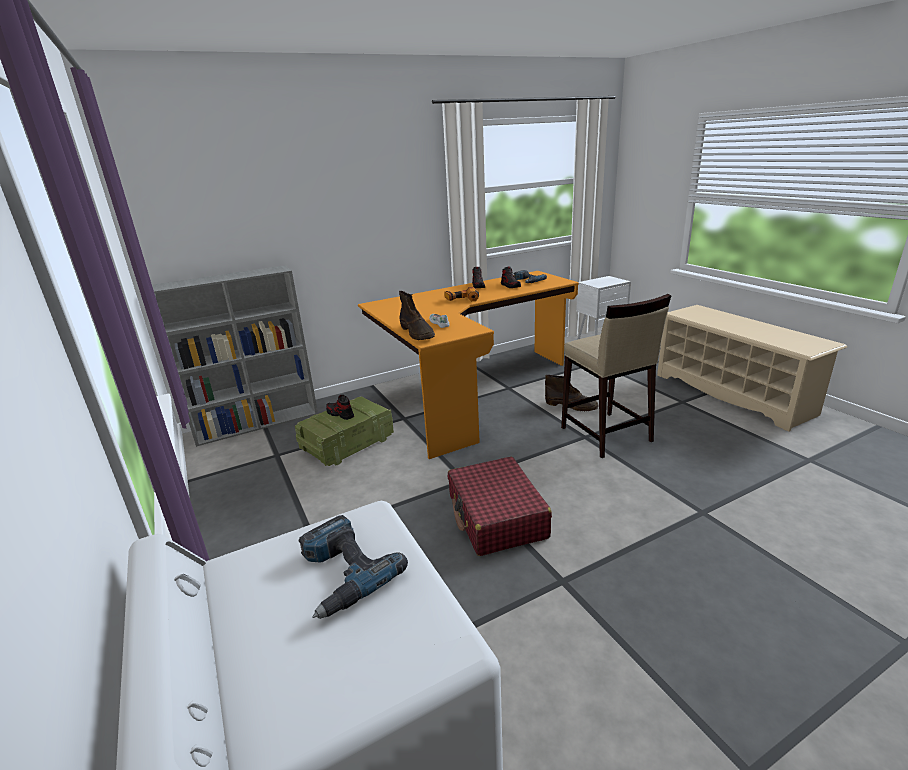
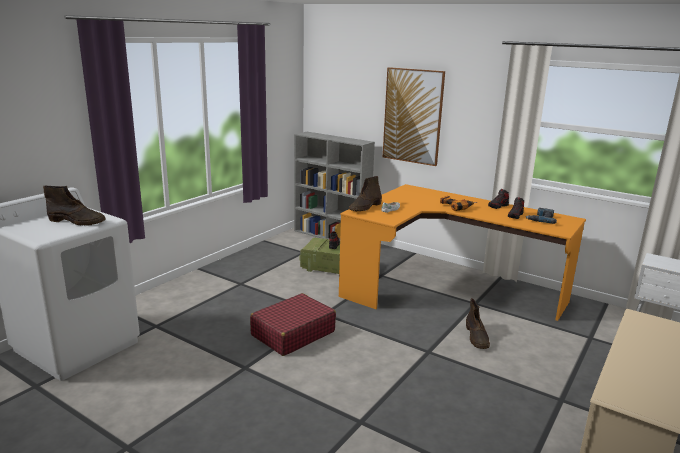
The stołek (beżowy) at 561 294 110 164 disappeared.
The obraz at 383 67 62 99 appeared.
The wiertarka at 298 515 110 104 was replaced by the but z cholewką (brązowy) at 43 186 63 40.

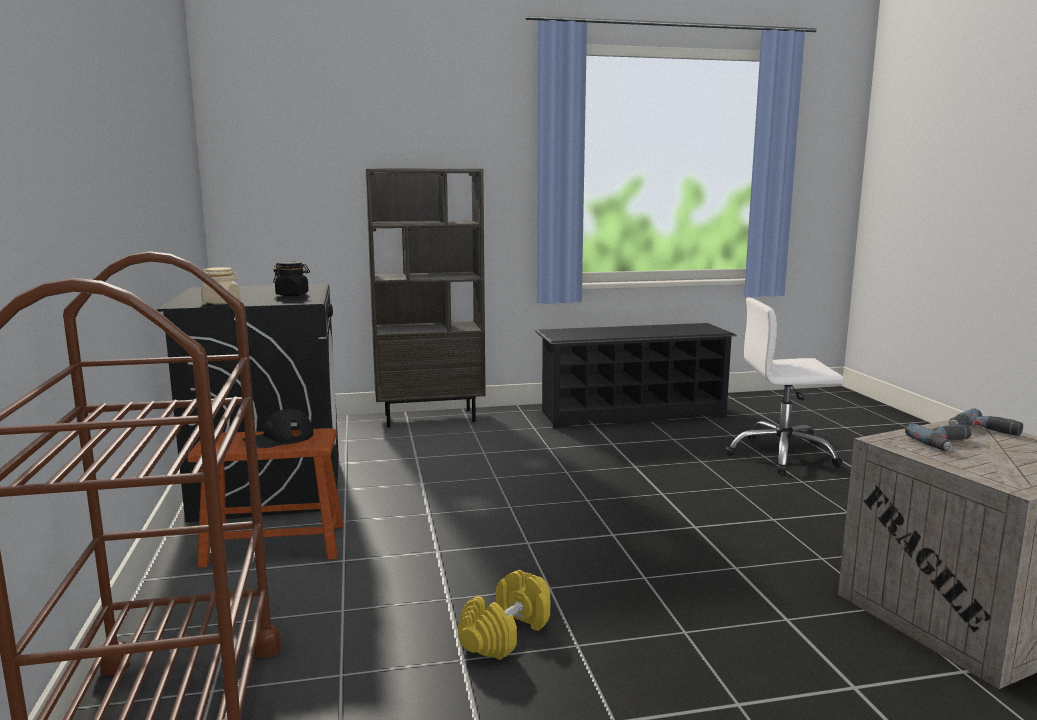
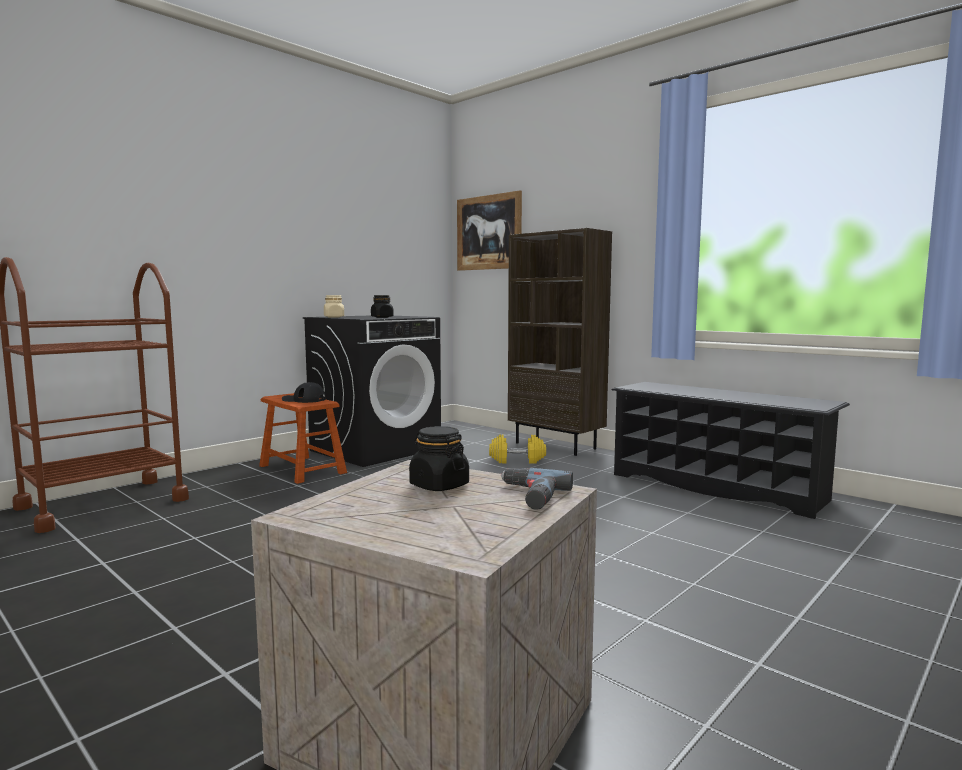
The krzesło biurowe (biały) at 725 298 119 176 disappeared.
The obraz at 457 190 65 81 appeared.
The hantel (żółty) moved from 458 570 92 90 to 489 435 57 29.
The wiertarka at 905 423 67 28 was replaced by the słoik (czarny) at 409 426 60 65.

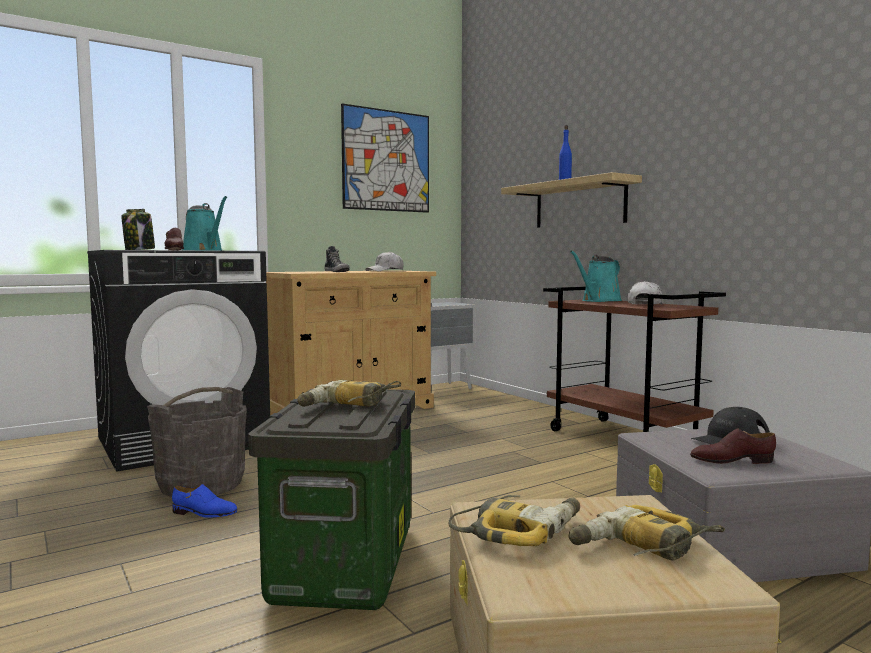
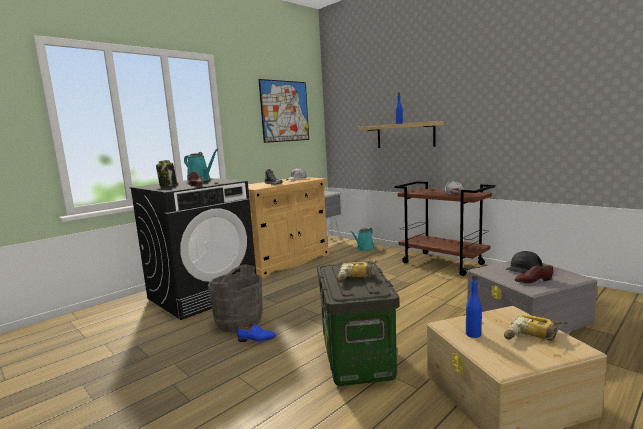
The konewka (turkusowy) moved from 570 250 52 52 to 351 228 24 23.
The wiertarka at 449 495 131 51 was replaced by the butelka (niebieski) at 466 275 16 63.

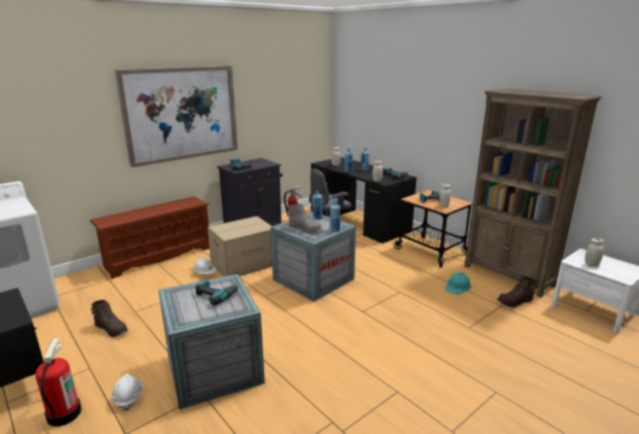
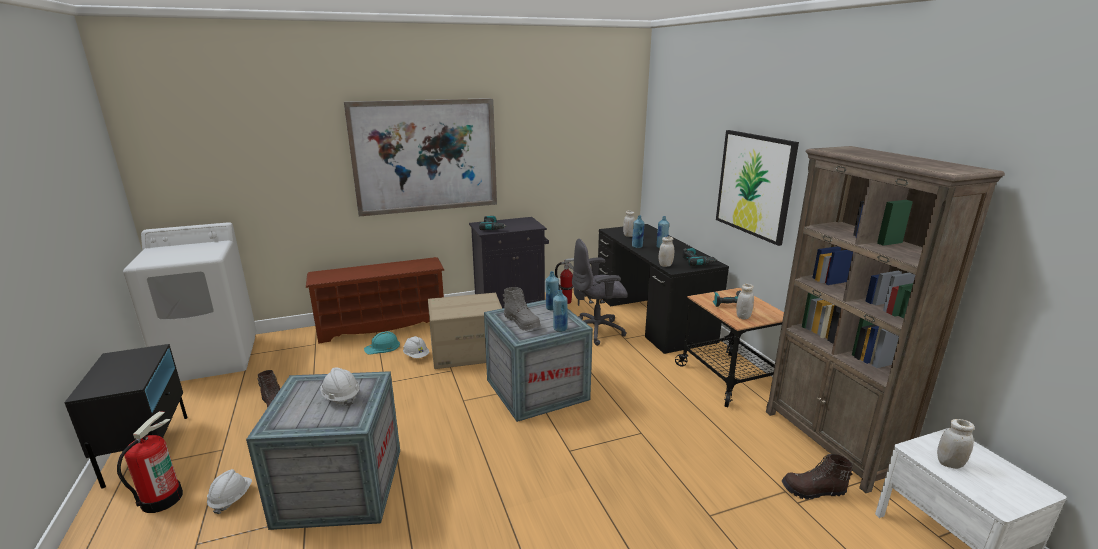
The obraz at 716 130 83 116 appeared.
The kask (turkusowy) moved from 445 272 26 23 to 364 331 36 24.
The wiertarka at 196 280 43 26 was replaced by the kask (biały) at 320 367 40 39.

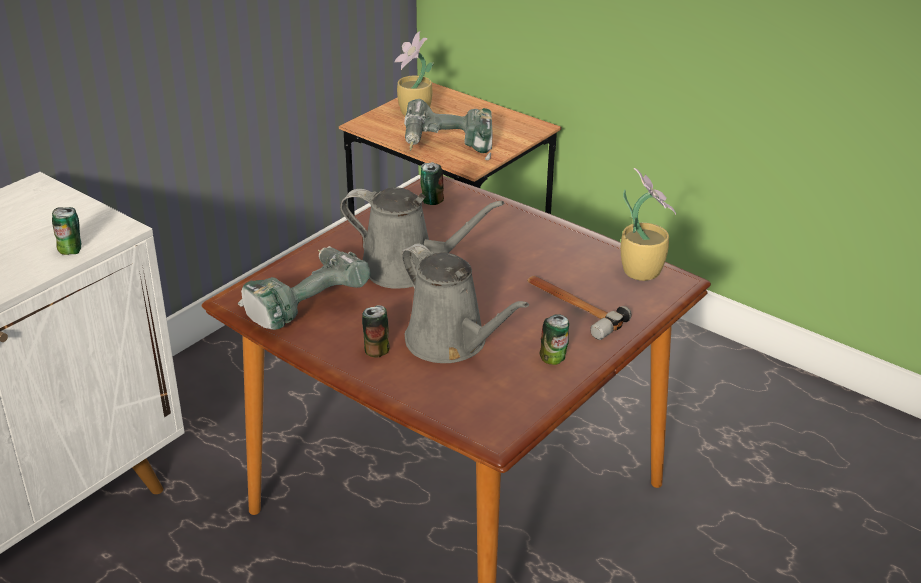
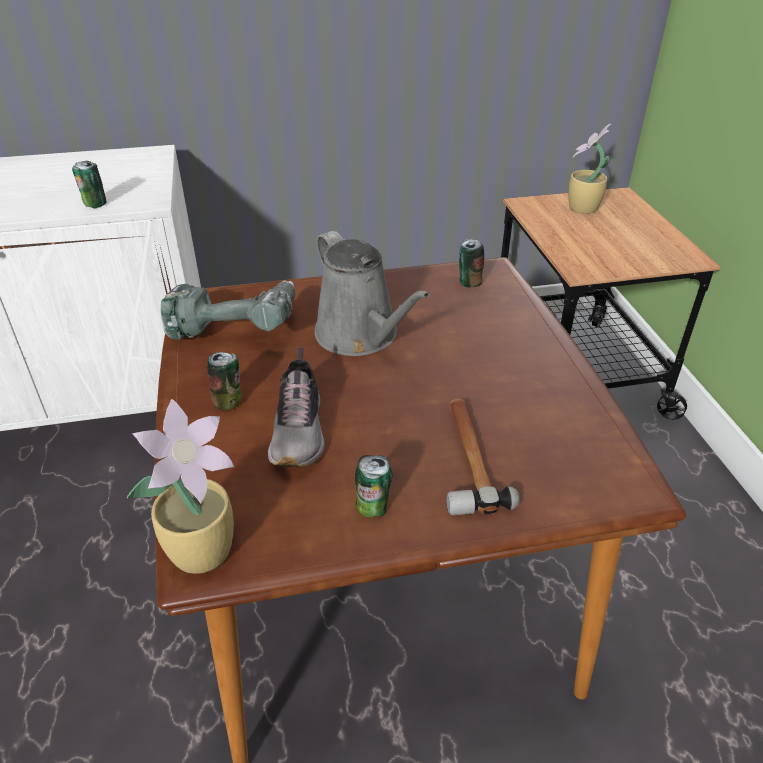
The wiertarka at 404 99 88 61 disappeared.
The roślina doniczkowa moved from 621 168 55 113 to 127 399 107 175.
The konewka (szary) at 401 243 128 120 was replaced by the but at 268 348 56 119.

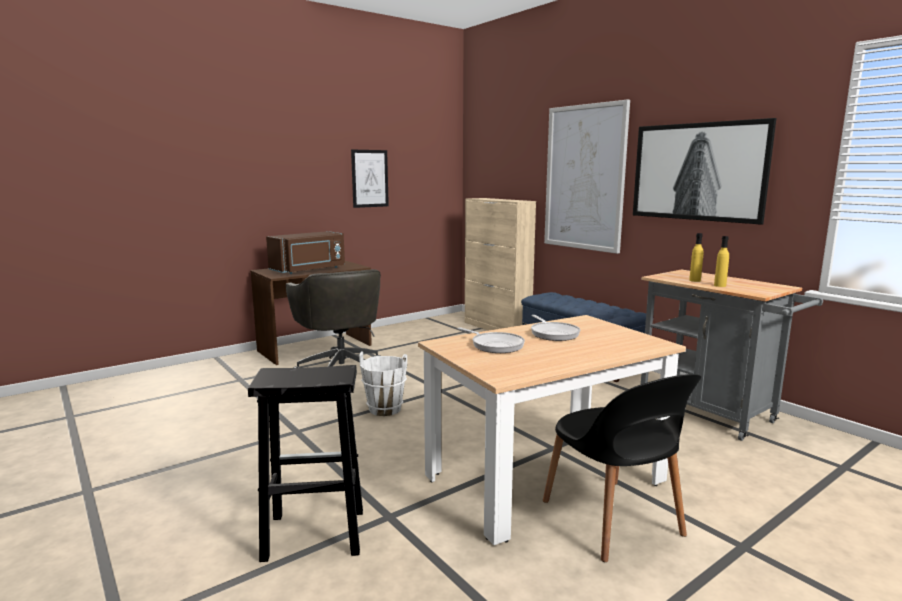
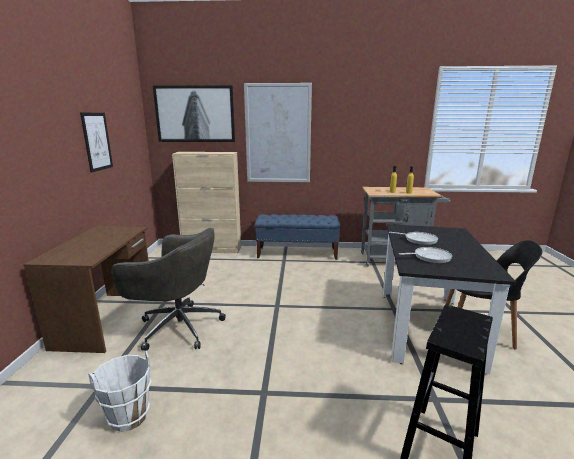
The mikrofalówka (brązowy) at 266 231 79 43 disappeared.
The wiadro (biały) moved from 359 352 48 64 to 88 351 63 81.
The obraz moved from 633 118 144 107 to 153 85 82 57.
The stół jadalny (beżowy) at 418 315 268 230 became the stół jadalny (czarny) at 383 224 133 150.

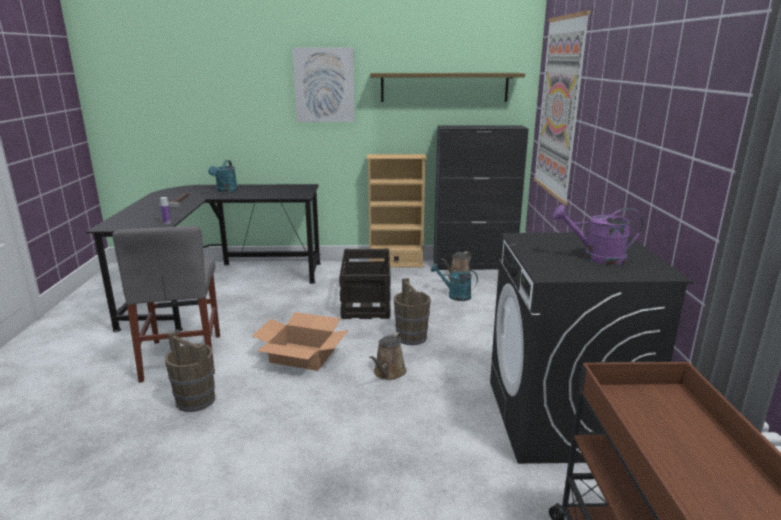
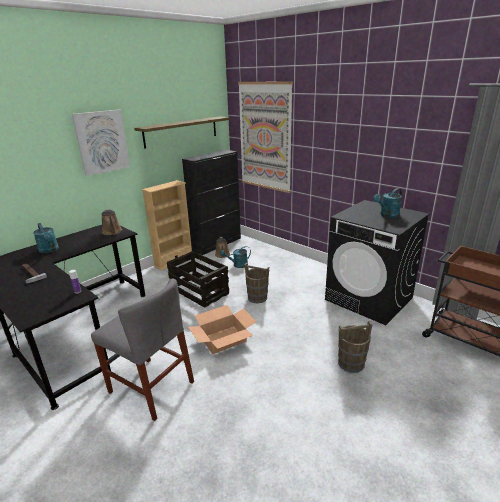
The wiadro (brązowy) moved from 165 331 50 81 to 338 321 35 52.
The konewka (brązowy) moved from 369 332 38 48 to 102 209 20 26.
The konewka (fioletowy) at 552 205 91 60 became the konewka (turkusowy) at 373 188 29 30.

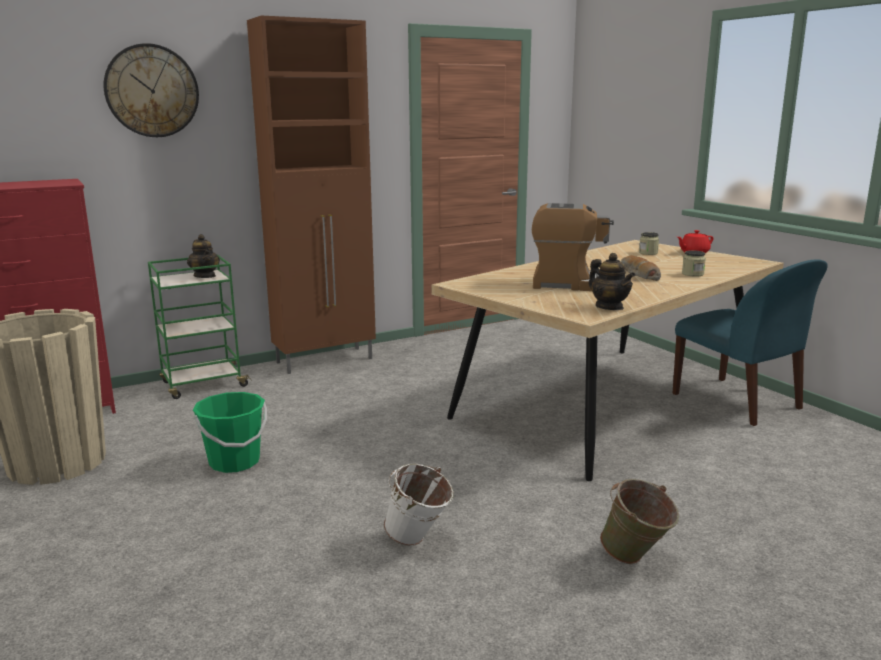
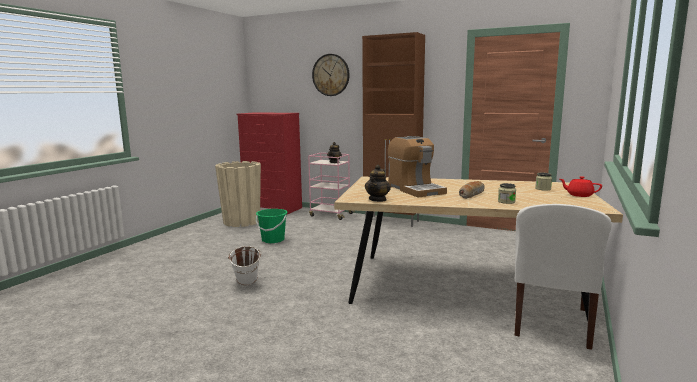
The wiadro (zielony) at 600 478 79 86 disappeared.
The wózek (zielony) at 148 255 104 144 became the wózek (różowy) at 308 153 47 67.
The krzesło (niebieski) at 672 259 156 167 became the krzesło (biały) at 515 204 97 146.

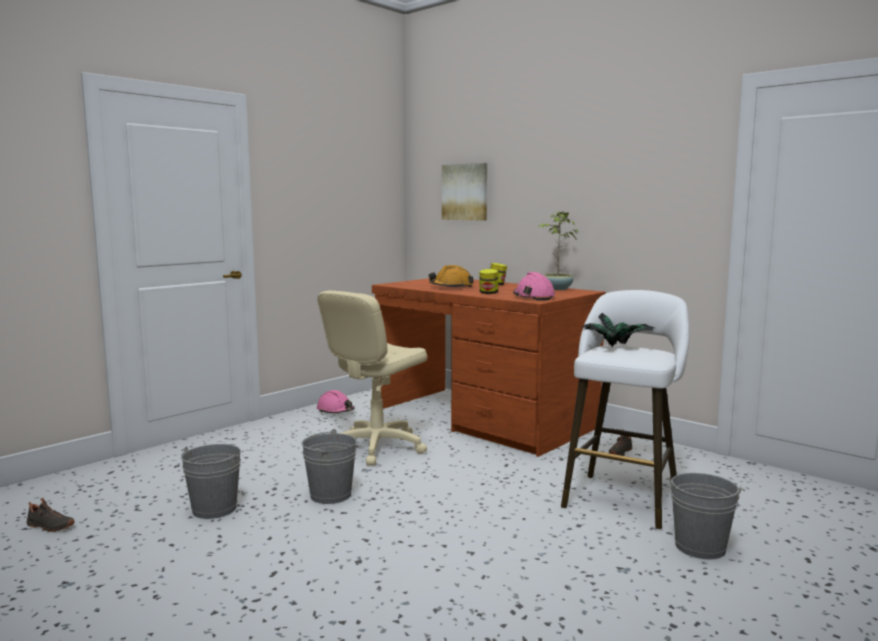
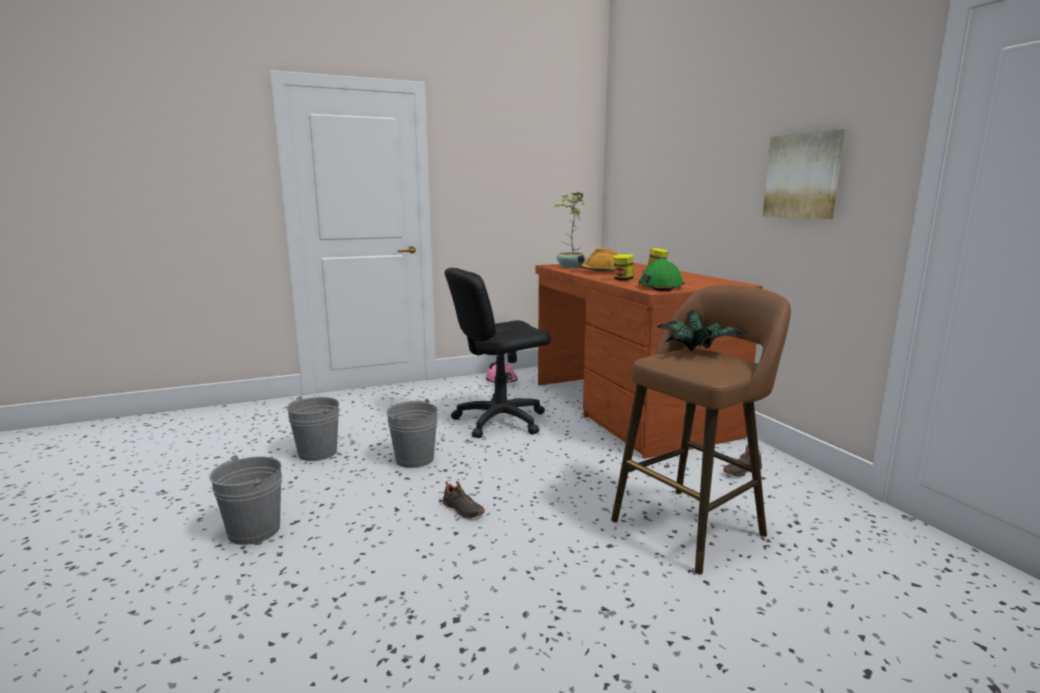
The but (czarny) moved from 26 497 49 35 to 443 481 42 37.
The obraz moved from 442 163 45 57 to 763 129 82 90.
The roślina doniczkowa moved from 538 211 40 79 to 553 192 33 76.
The wiadro (szary) moved from 666 473 79 86 to 209 455 73 90.
The krzesło biurowe (beżowy) at 317 291 110 175 became the krzesło biurowe (czarny) at 445 268 106 170.
The kask (różowy) at 513 272 42 29 became the kask (zielony) at 638 259 47 32.
The stołek (biały) at 561 290 129 239 became the stołek (brązowy) at 611 285 180 290.

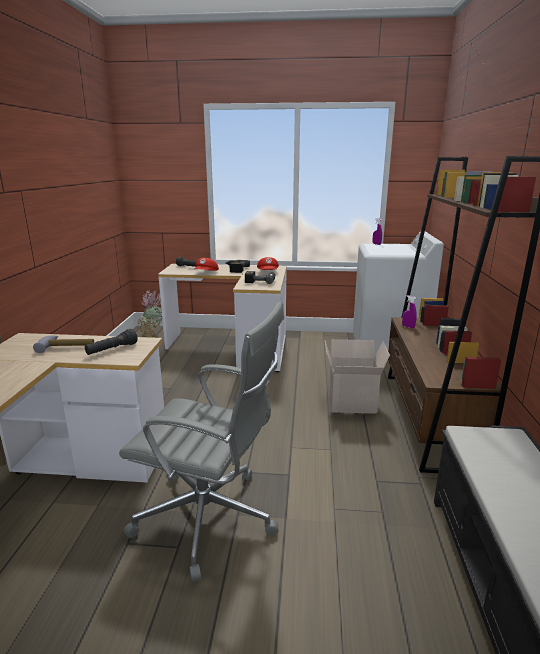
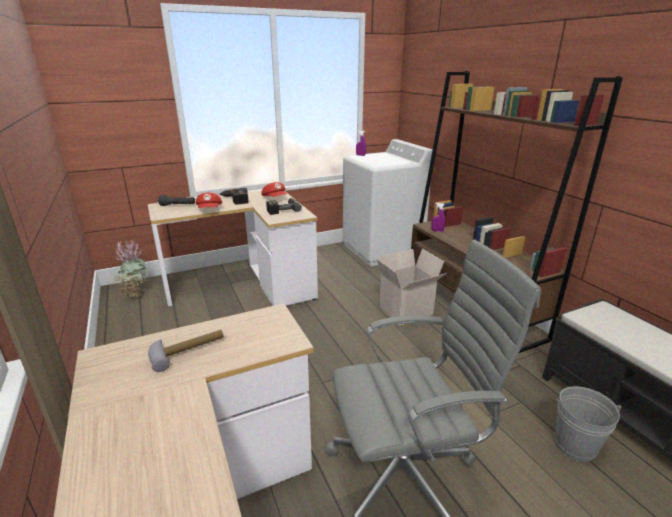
The latarka (czarny) at 85 329 53 26 disappeared.
The wiadro (szary) at 554 386 67 76 appeared.

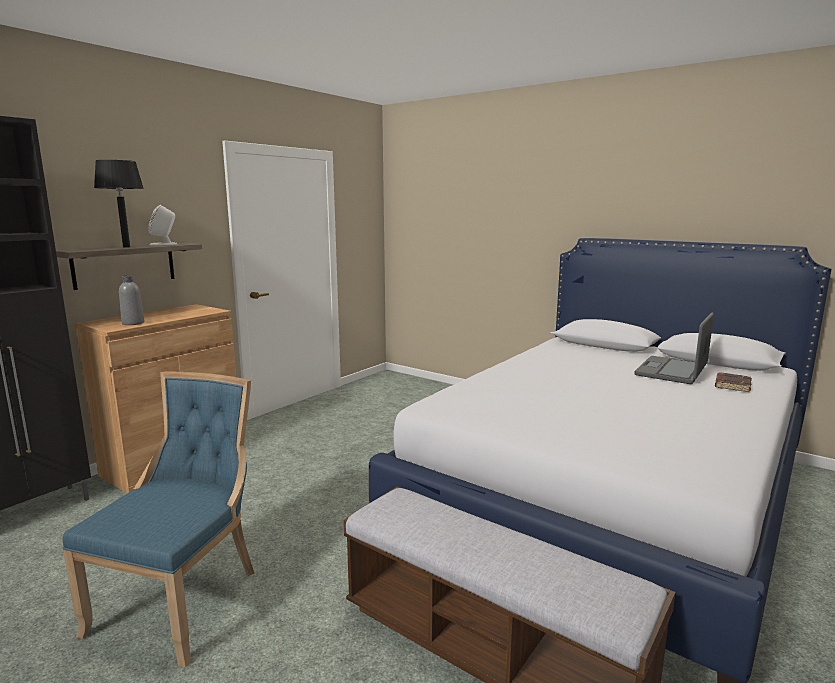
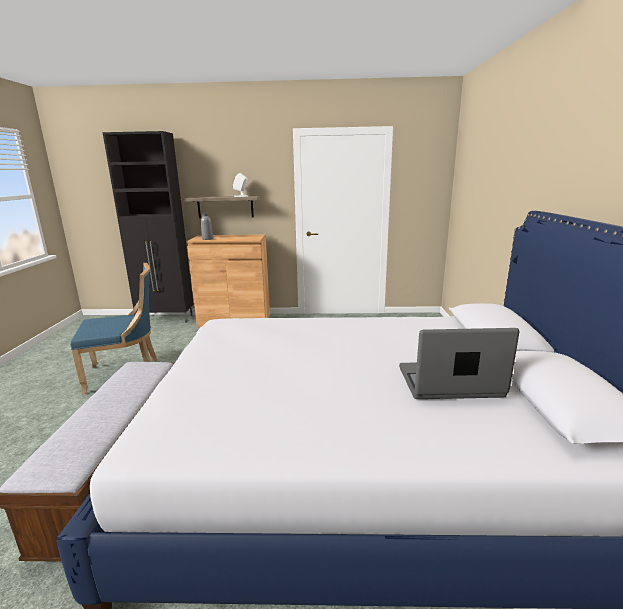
The lampa stołowa (czarny) at 94 160 50 88 disappeared.
The książka (brązowy) at 715 372 37 20 disappeared.

